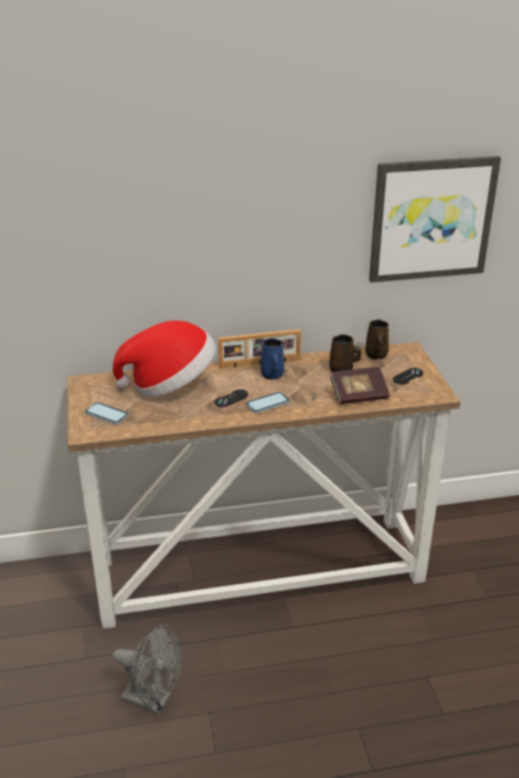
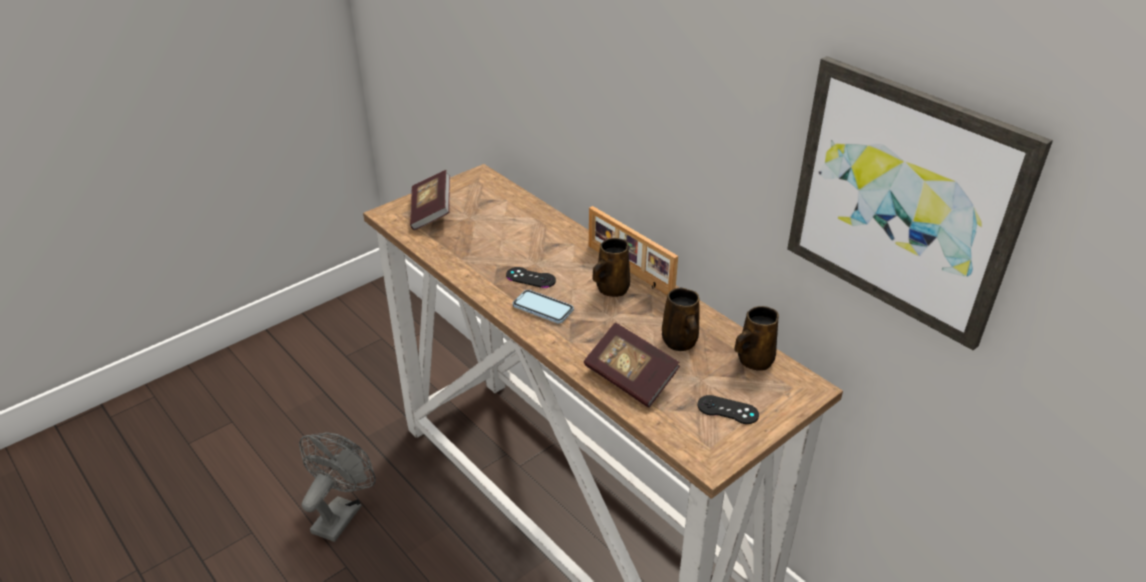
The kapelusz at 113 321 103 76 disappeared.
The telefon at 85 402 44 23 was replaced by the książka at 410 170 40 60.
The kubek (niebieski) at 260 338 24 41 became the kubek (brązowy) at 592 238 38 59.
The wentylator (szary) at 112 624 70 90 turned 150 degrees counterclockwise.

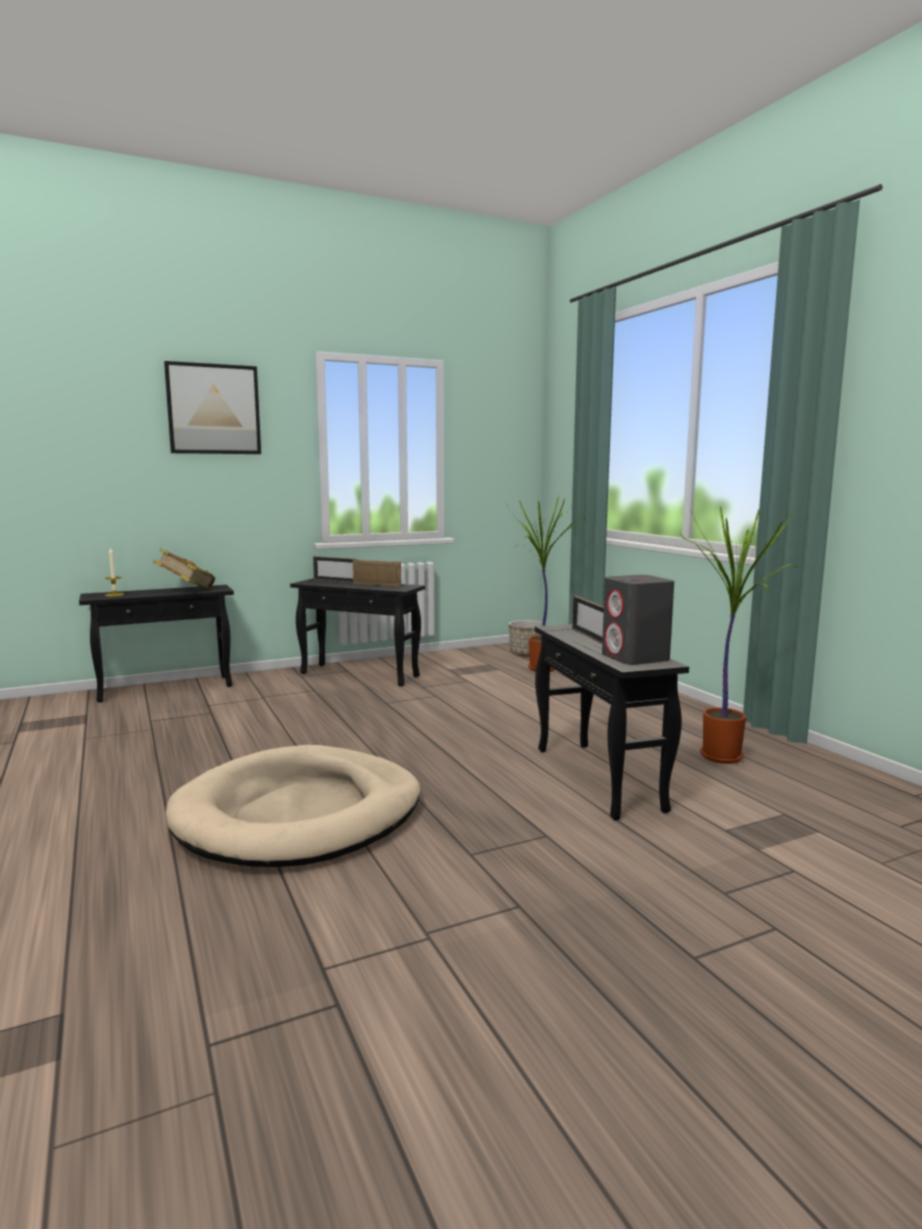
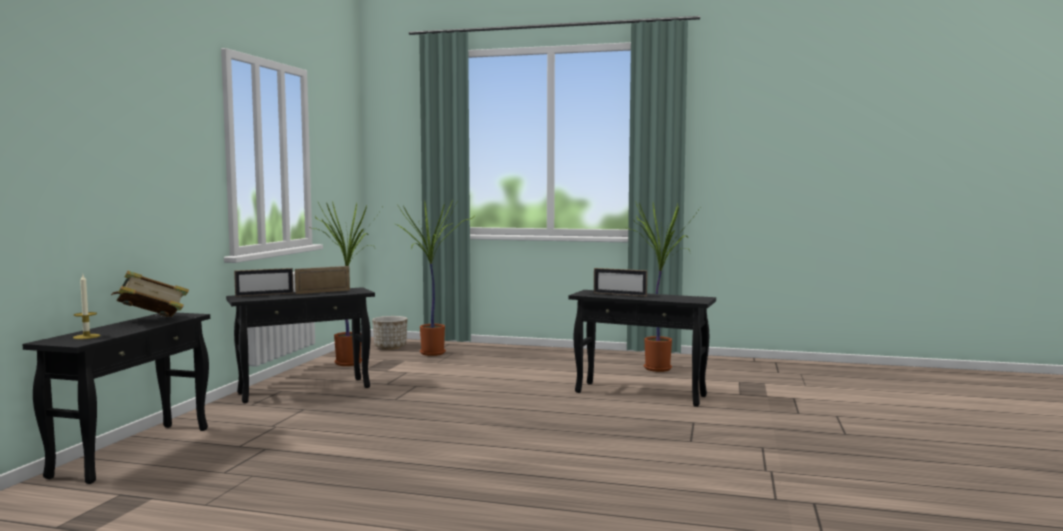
The obraz at 164 361 97 93 disappeared.
The legowisko (beżowy) at 166 745 254 122 disappeared.
The głośnik (szary) at 602 575 72 90 disappeared.
The roślina doniczkowa at 312 201 64 165 appeared.

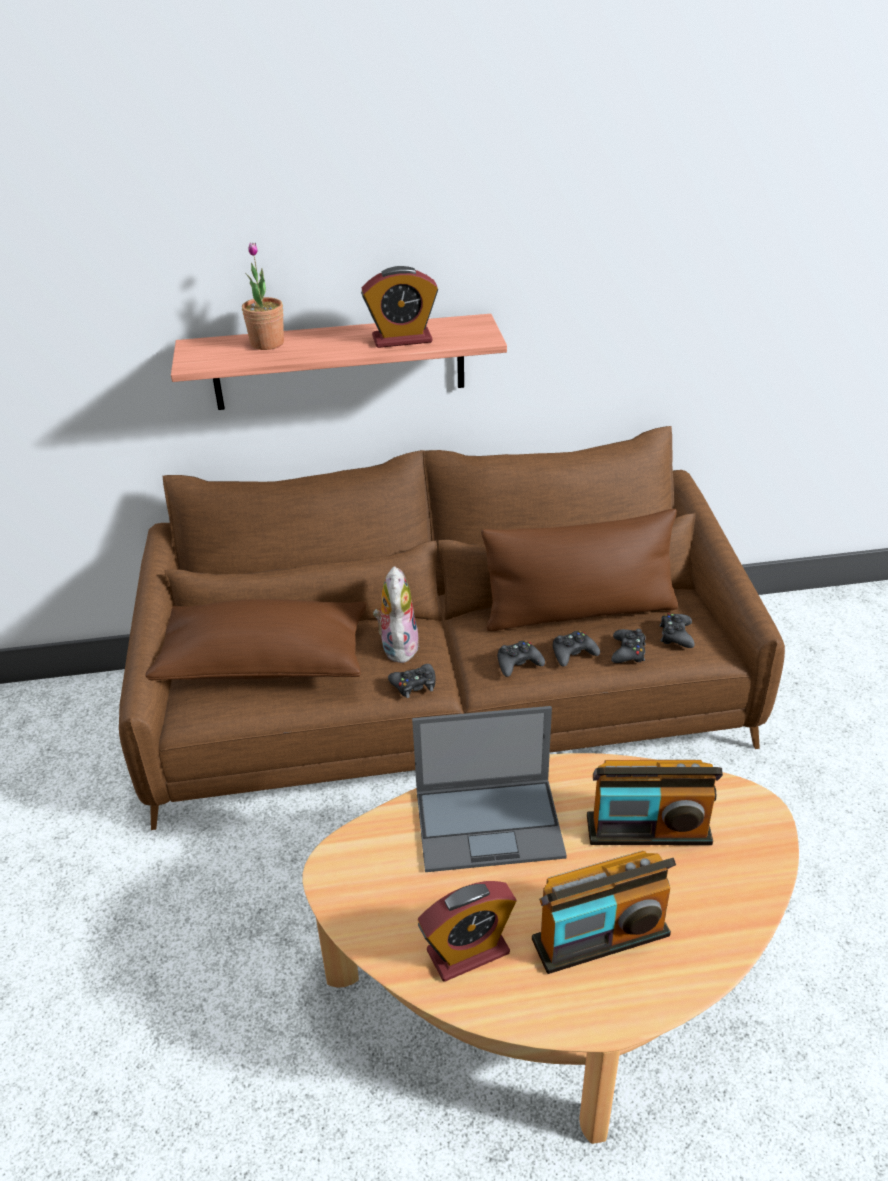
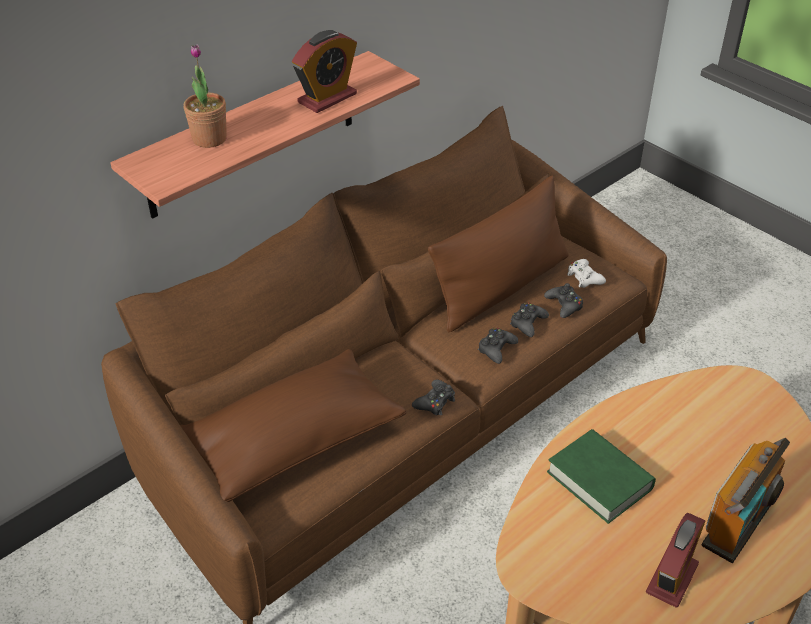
The pluszak at 373 566 46 97 disappeared.
The radio at 587 760 136 85 disappeared.
The laptop at 412 706 155 166 was replaced by the książka (zielony) at 547 429 109 95.
The pad do gier (czarny) at 659 613 35 35 became the pad do gier (biały) at 567 259 39 29.

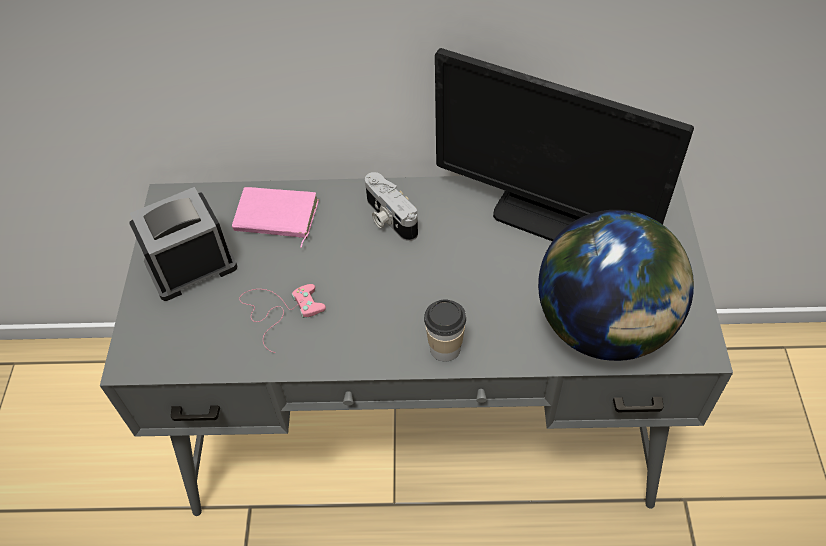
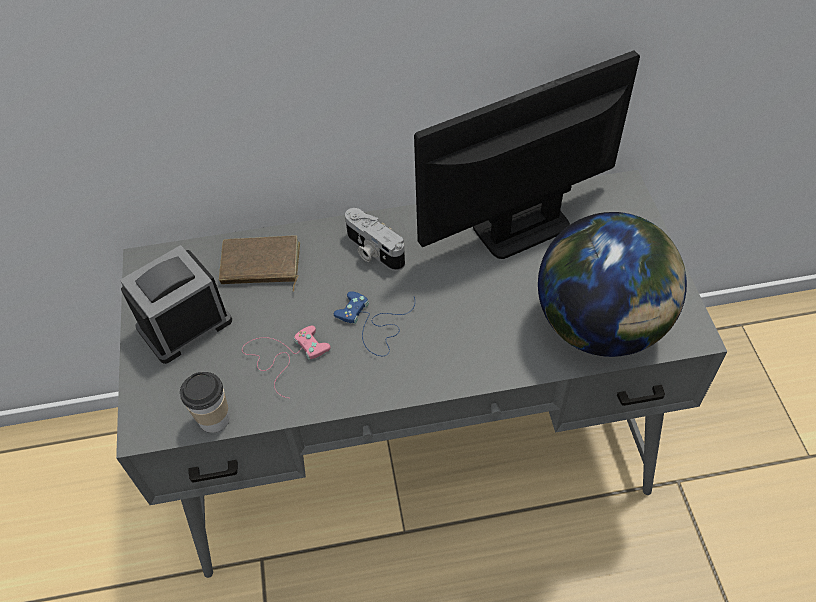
The pad do gier (niebieski) at 334 291 81 65 appeared.
The filiżanka moved from 424 299 42 63 to 180 372 50 61.
The książka (różowy) at 232 187 87 61 became the książka (brązowy) at 219 235 81 56.
The monitor at 435 48 259 193 turned 135 degrees clockwise.

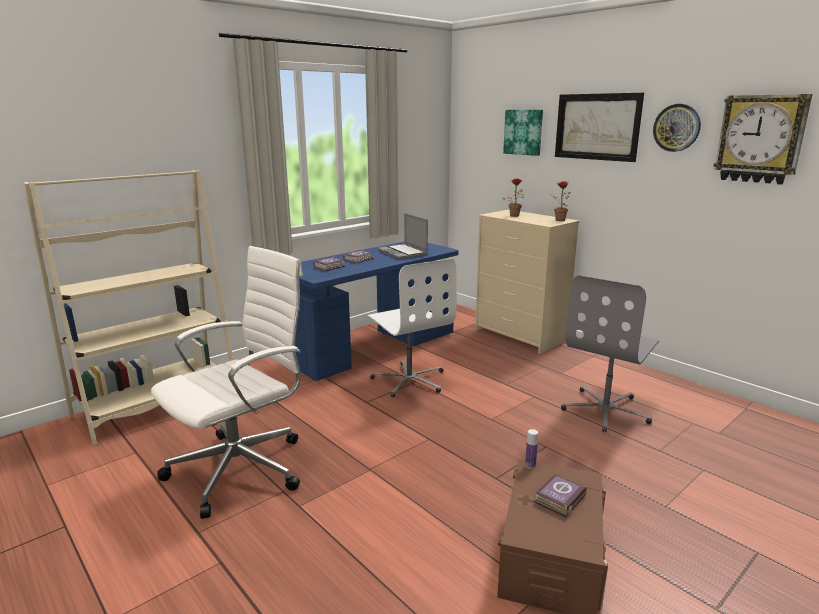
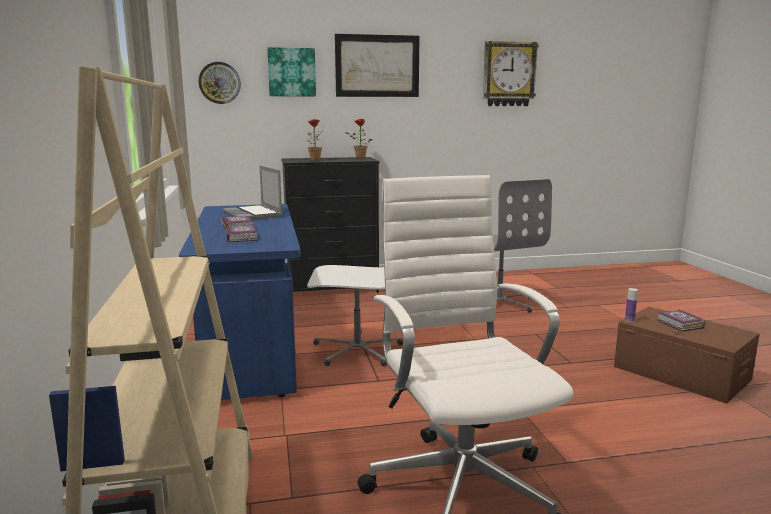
The zegar ścienny moved from 653 104 48 48 to 198 62 43 42.
The komoda (beżowy) at 475 210 105 144 became the komoda (czarny) at 281 157 99 136.
The laptop at 377 213 51 47 turned 60 degrees clockwise.

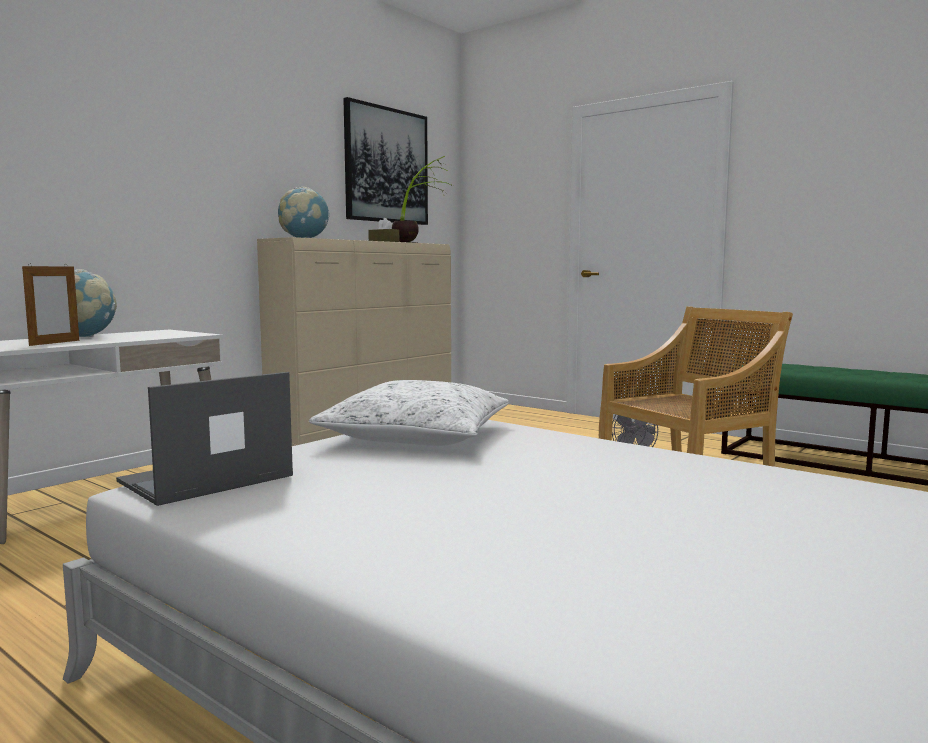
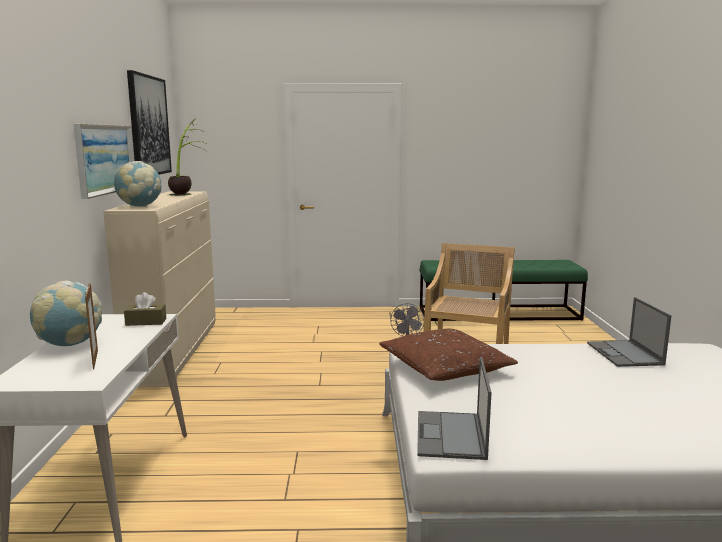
The obraz at 73 124 62 75 appeared.
The laptop at 587 297 85 70 appeared.
The pudełko chusteczek (brązowy) moved from 368 218 31 24 to 124 292 42 34.
The poduszka (biały) at 309 380 200 66 became the poduszka (brązowy) at 379 329 139 52.

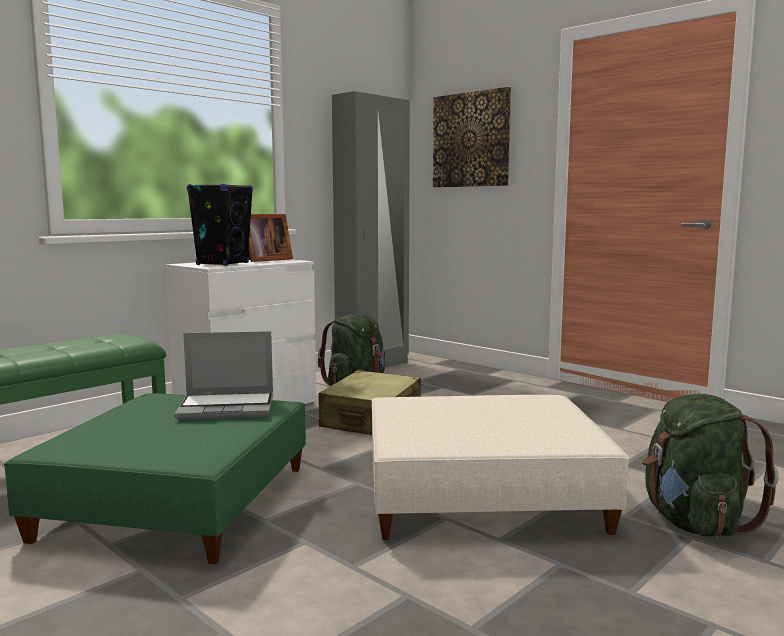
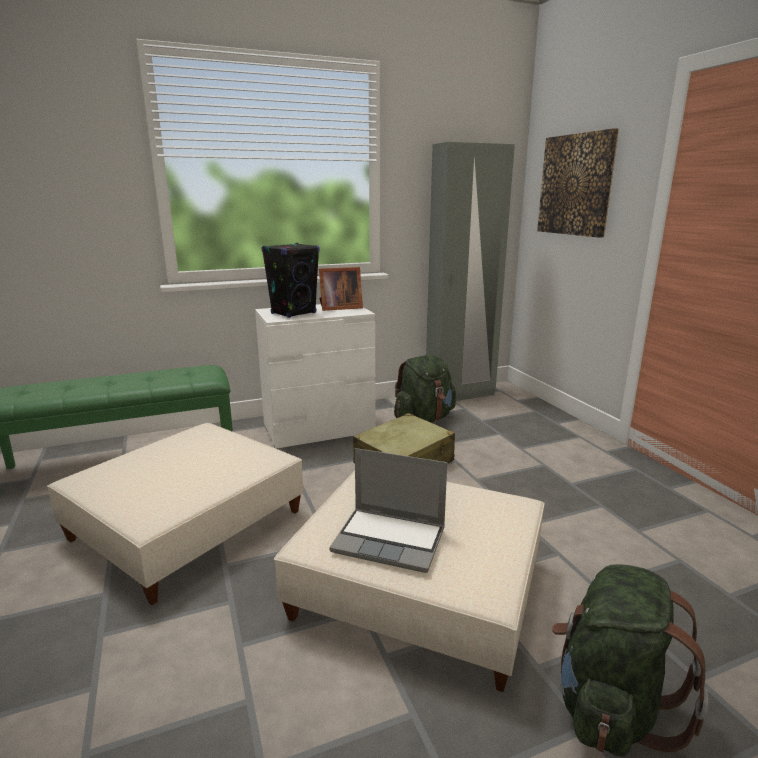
The laptop moved from 174 331 99 89 to 329 448 118 125.
The pufa (zielony) at 4 393 302 172 became the pufa (beżowy) at 47 423 257 182.

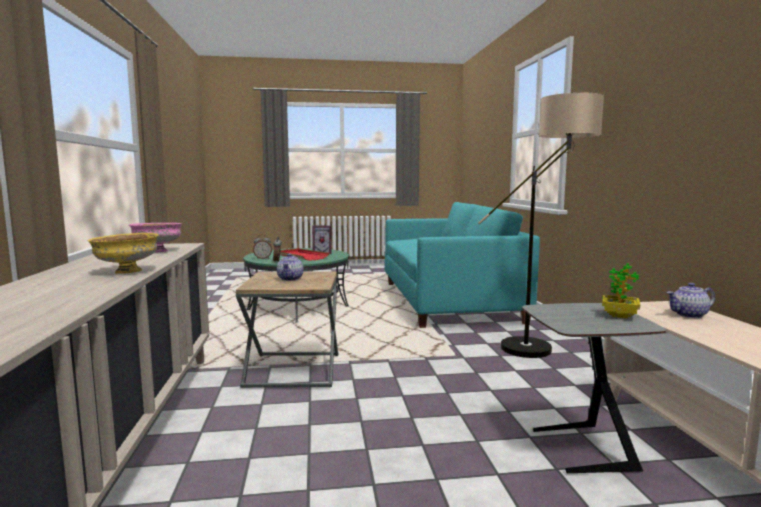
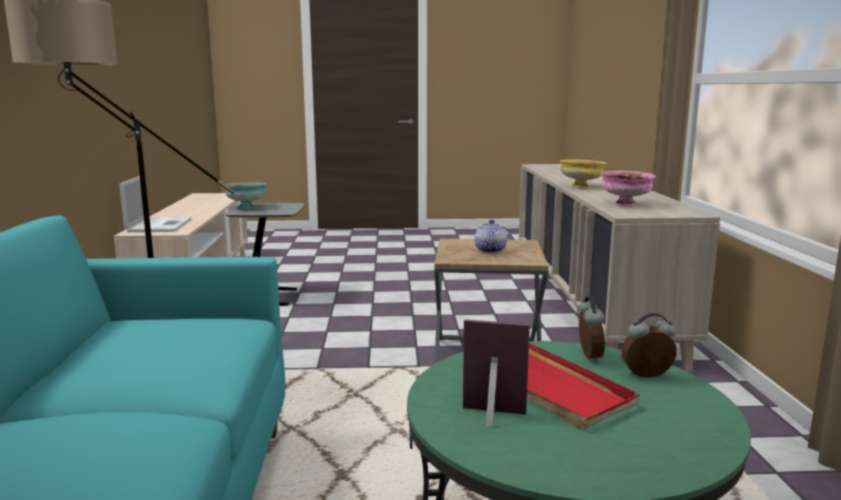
The roślina doniczkowa at 602 263 38 56 was replaced by the miska (turkusowy) at 225 182 41 27.
The imbryk at 666 283 49 35 was replaced by the laptop at 119 176 72 56.

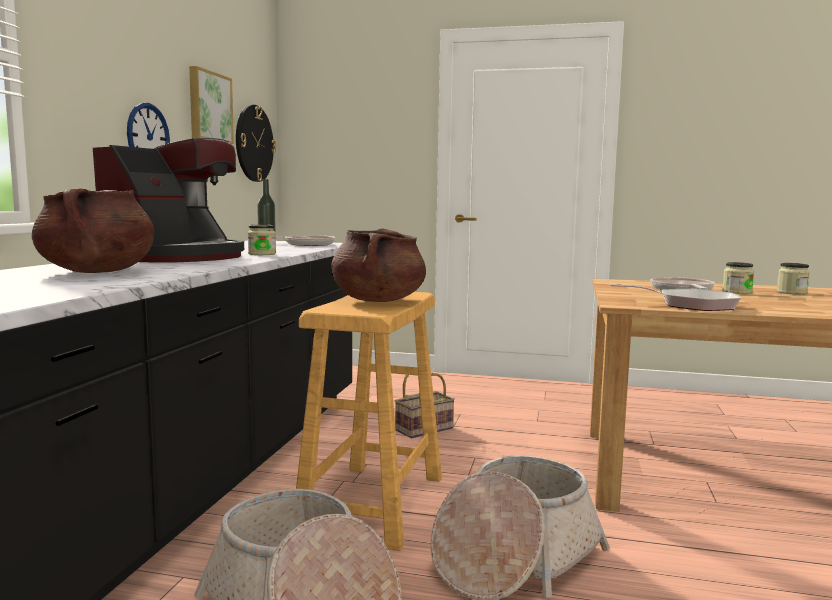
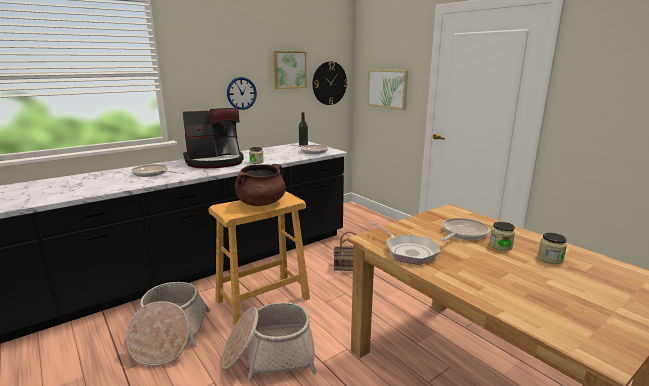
The obraz at 367 69 41 41 appeared.
The garnek (brązowy) at 32 188 122 85 was replaced by the patelnia at 131 164 46 13.

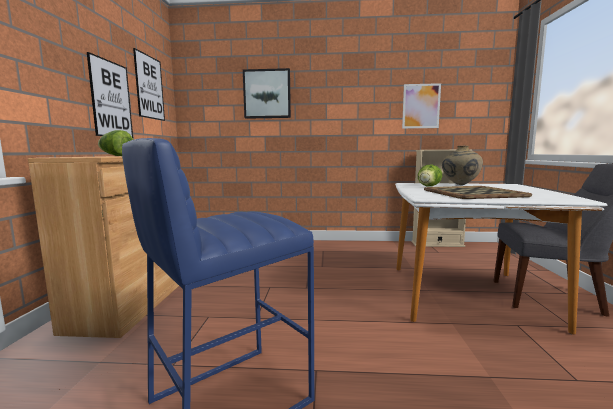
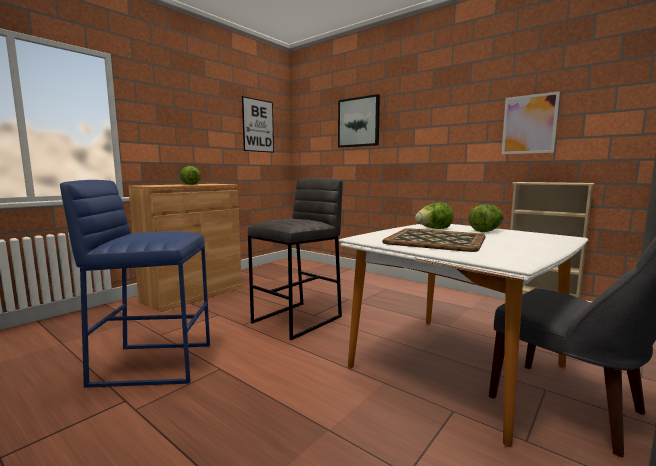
The obraz at 87 52 46 86 disappeared.
The stołek (szary) at 248 178 95 162 appeared.
The wazon (beżowy) at 442 146 41 39 was replaced by the sałata at 469 204 35 28.

